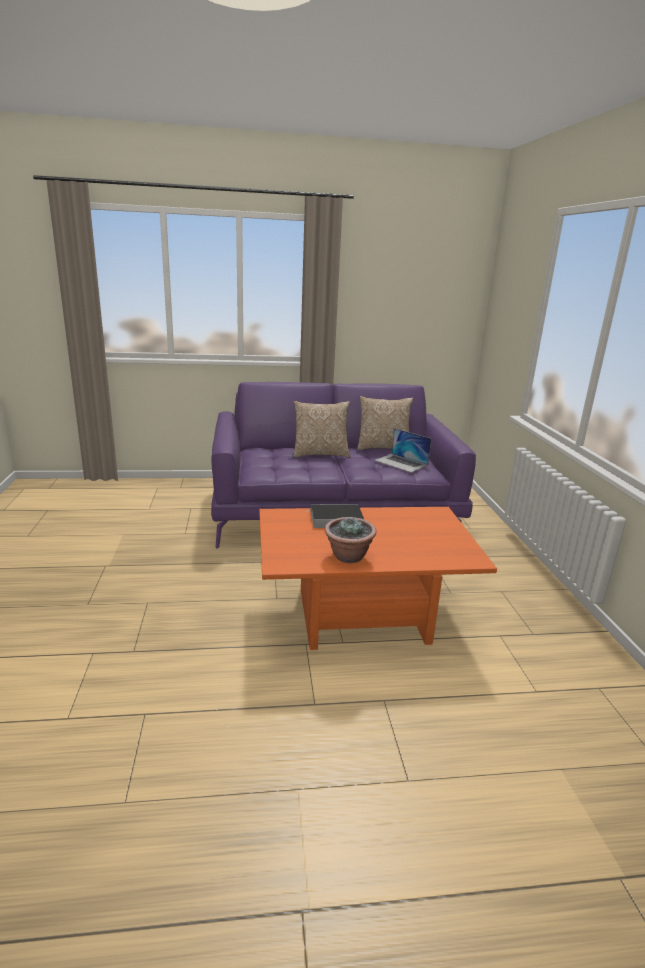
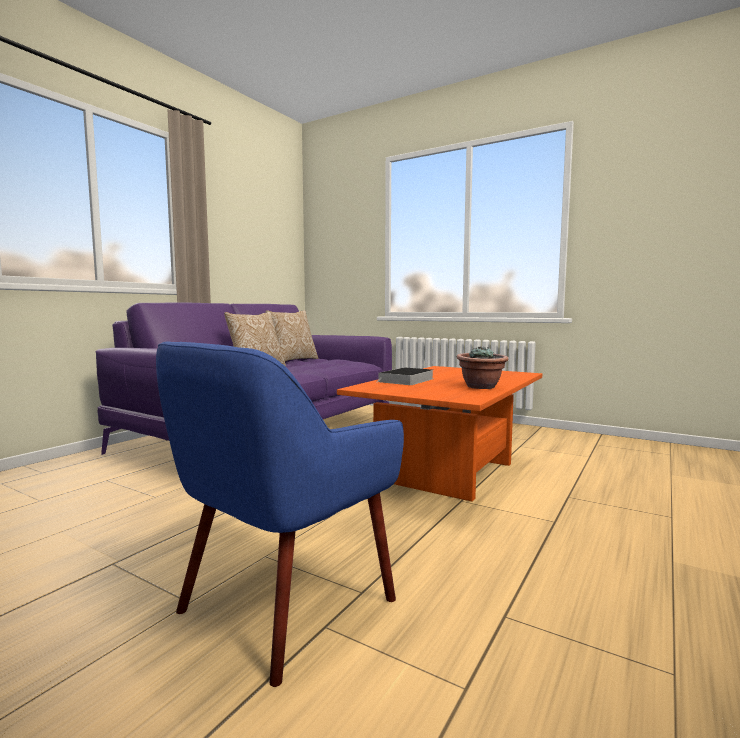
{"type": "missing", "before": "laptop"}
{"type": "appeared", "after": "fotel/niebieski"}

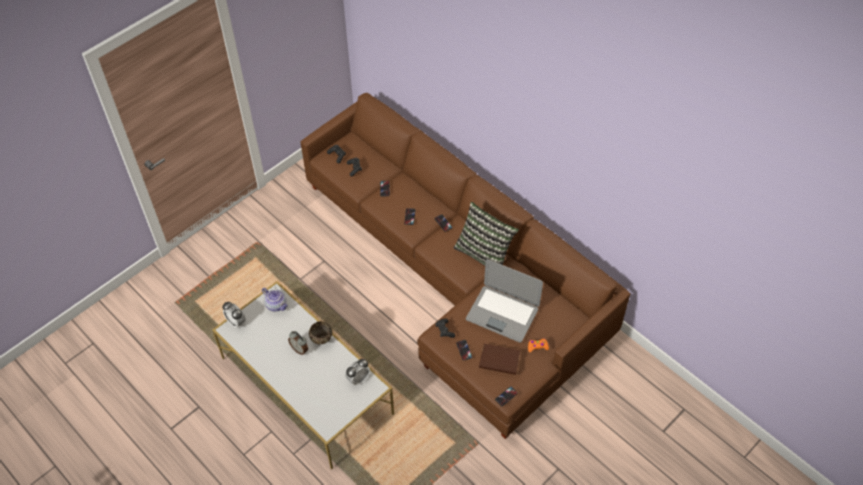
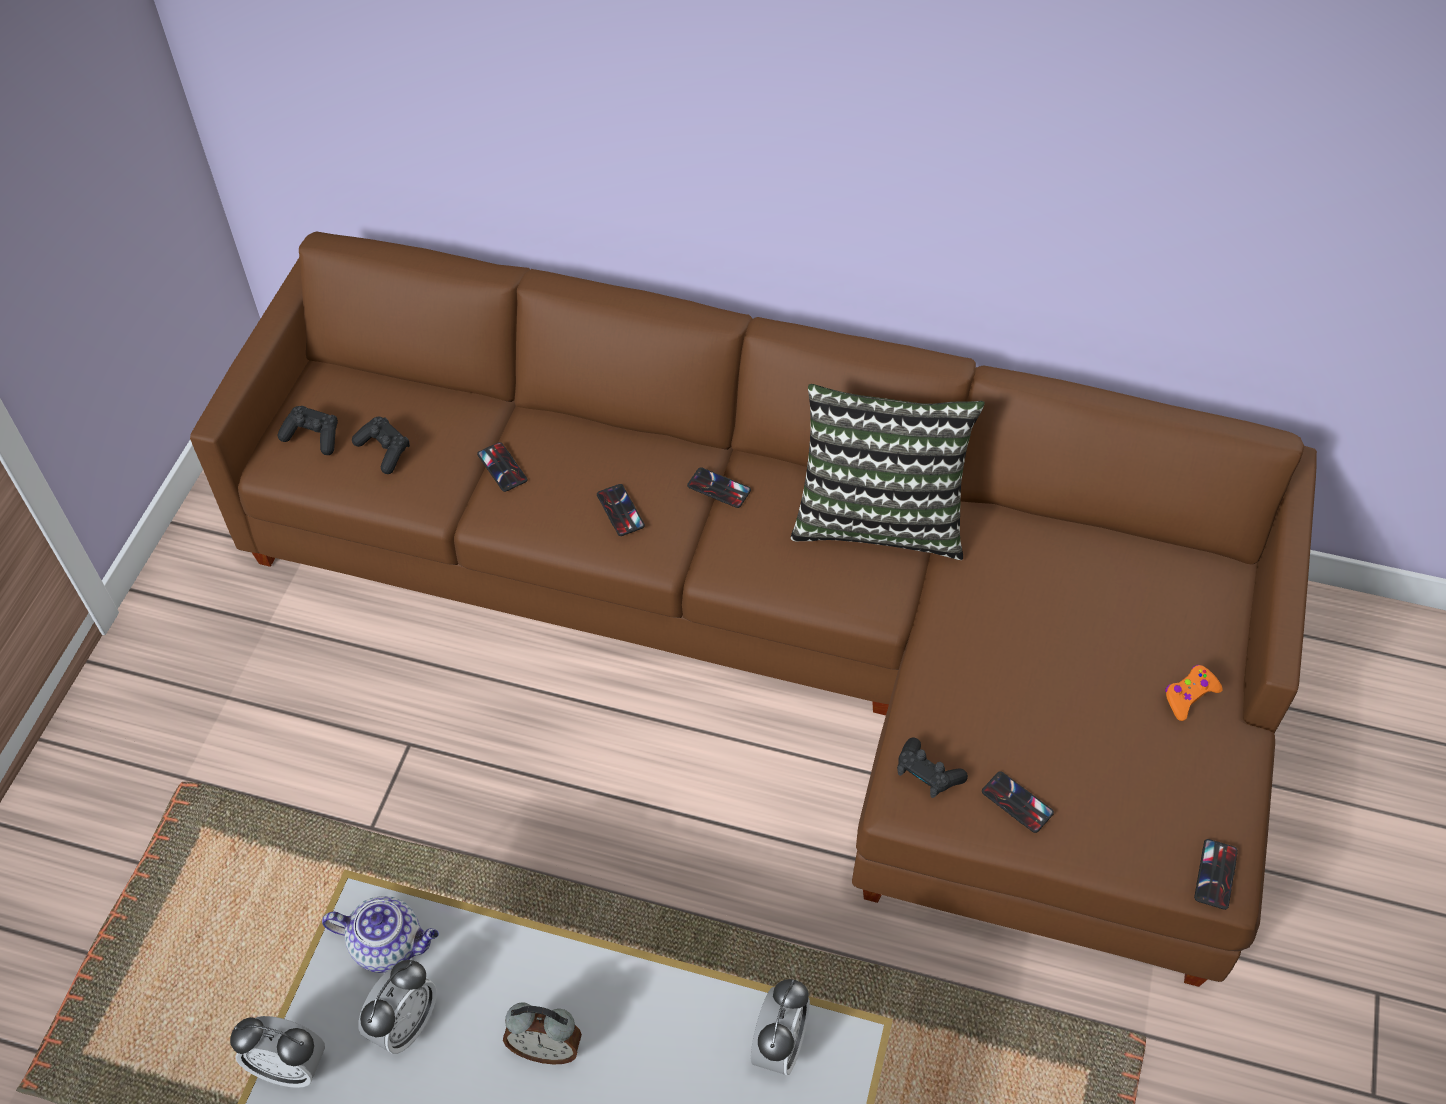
{"type": "missing", "before": "miska/brązowy"}
{"type": "missing", "before": "laptop"}
{"type": "missing", "before": "książka/brązowy"}
{"type": "appeared", "after": "budzik (no. 2 from left)"}

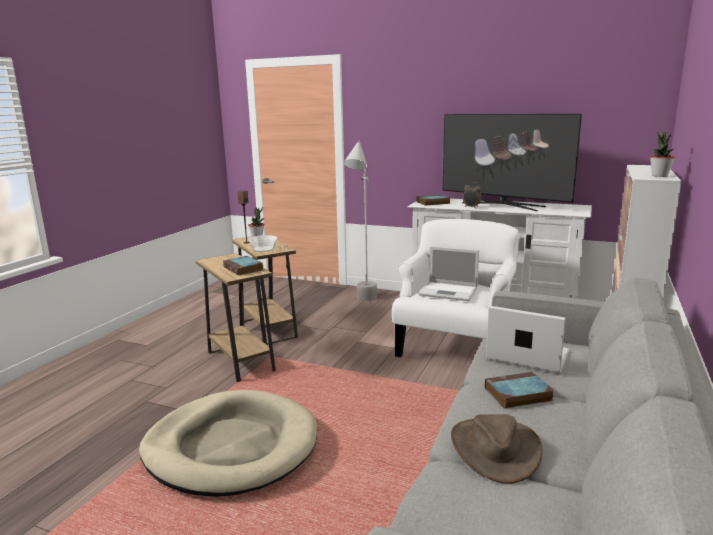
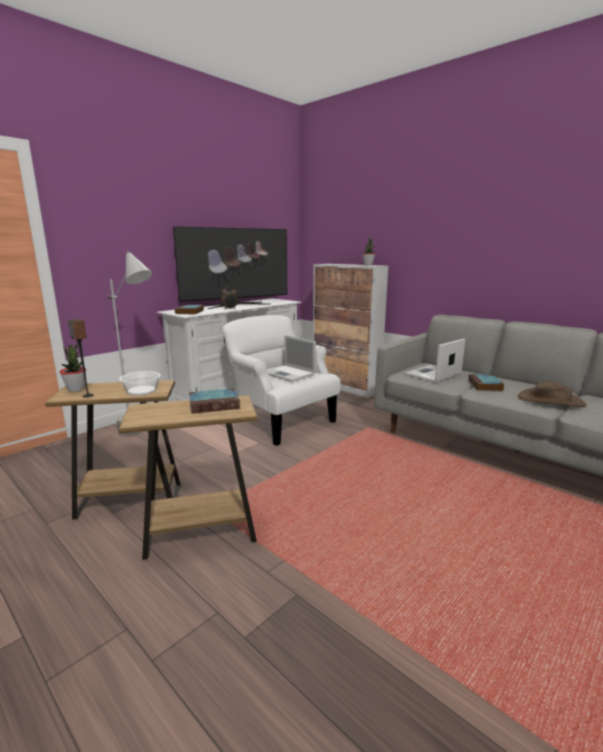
{"type": "missing", "before": "legowisko/beżowy"}
{"type": "spun", "before": "laptop (no. 1 from left)", "turn": 90}

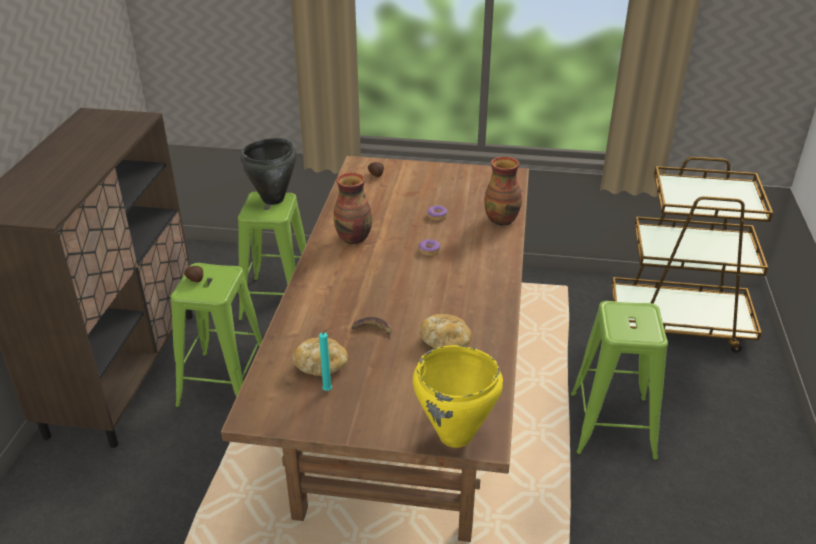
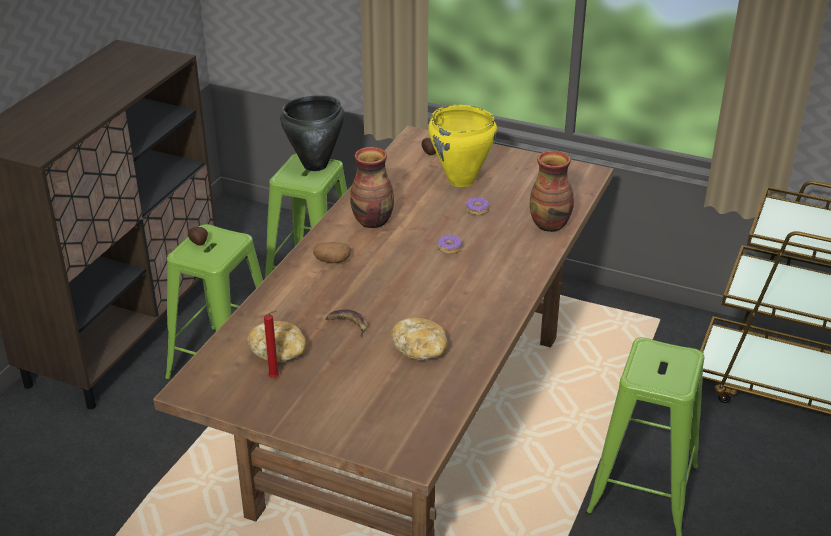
{"type": "colour", "before": "świeca/turkusowy", "after": "świeca/czerwony"}
{"type": "relocated", "before": "garnek/żółty"}
{"type": "appeared", "after": "ziemniak (no. 2 from left)"}

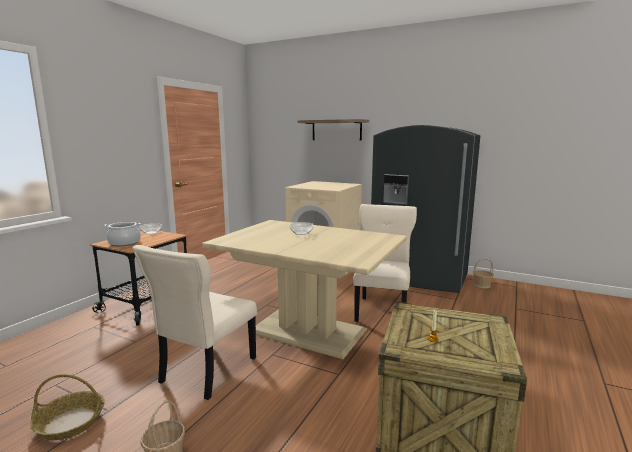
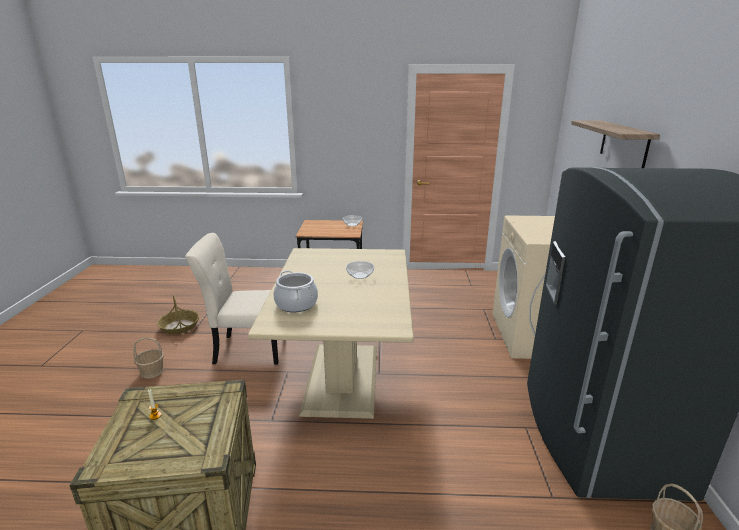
{"type": "relocated", "before": "garnek"}
{"type": "missing", "before": "krzesło/beżowy (no. 2 from left)"}

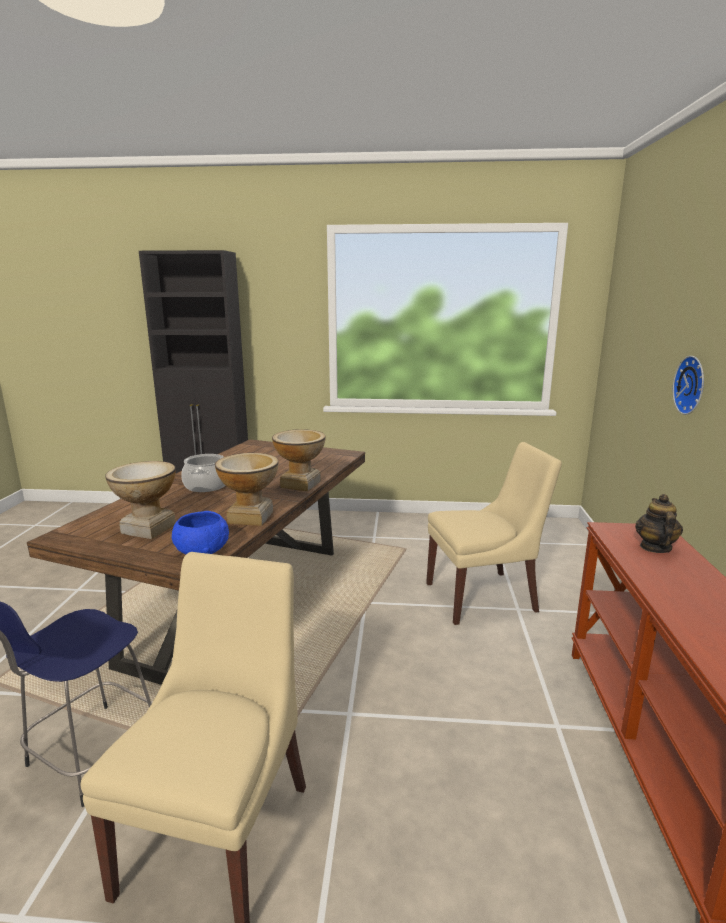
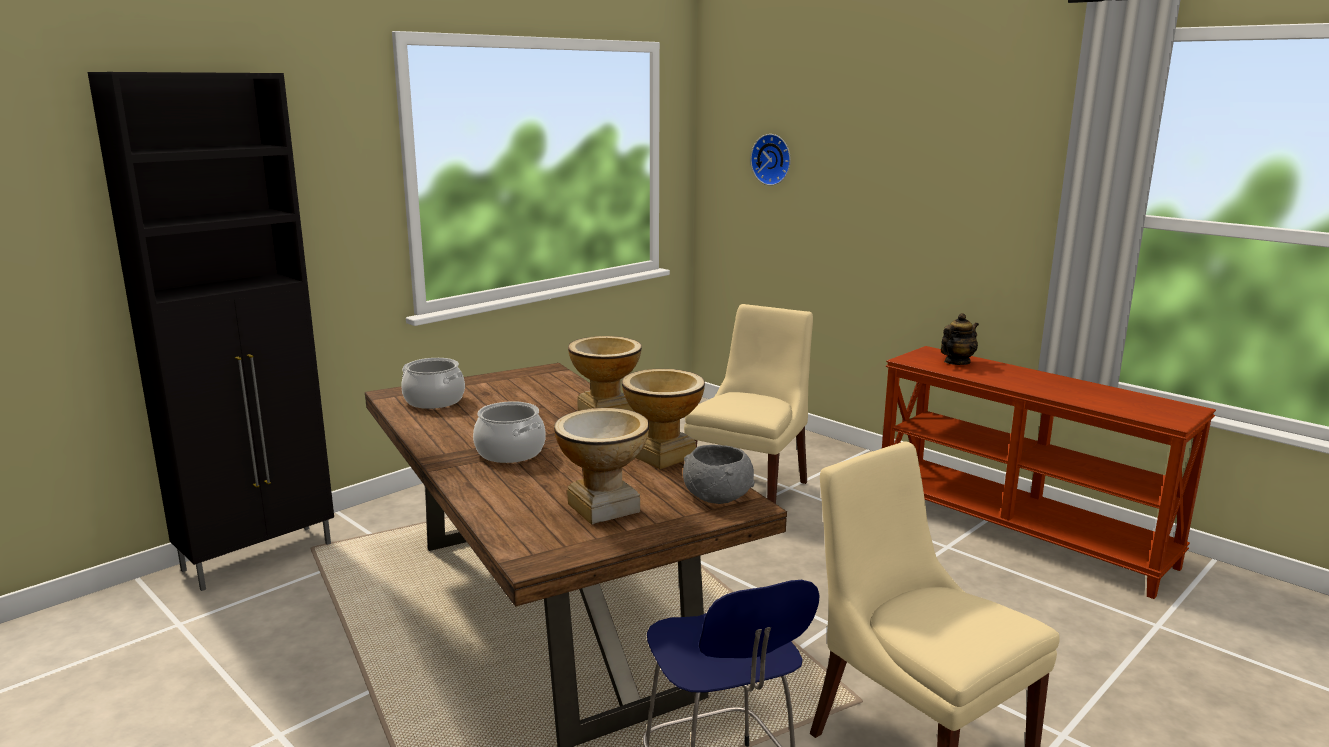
{"type": "colour", "before": "miska/niebieski", "after": "miska/szary"}
{"type": "spun", "before": "imbryk", "turn": 90}
{"type": "relocated", "before": "zegar ścienny"}
{"type": "appeared", "after": "garnek (no. 1 from left)"}

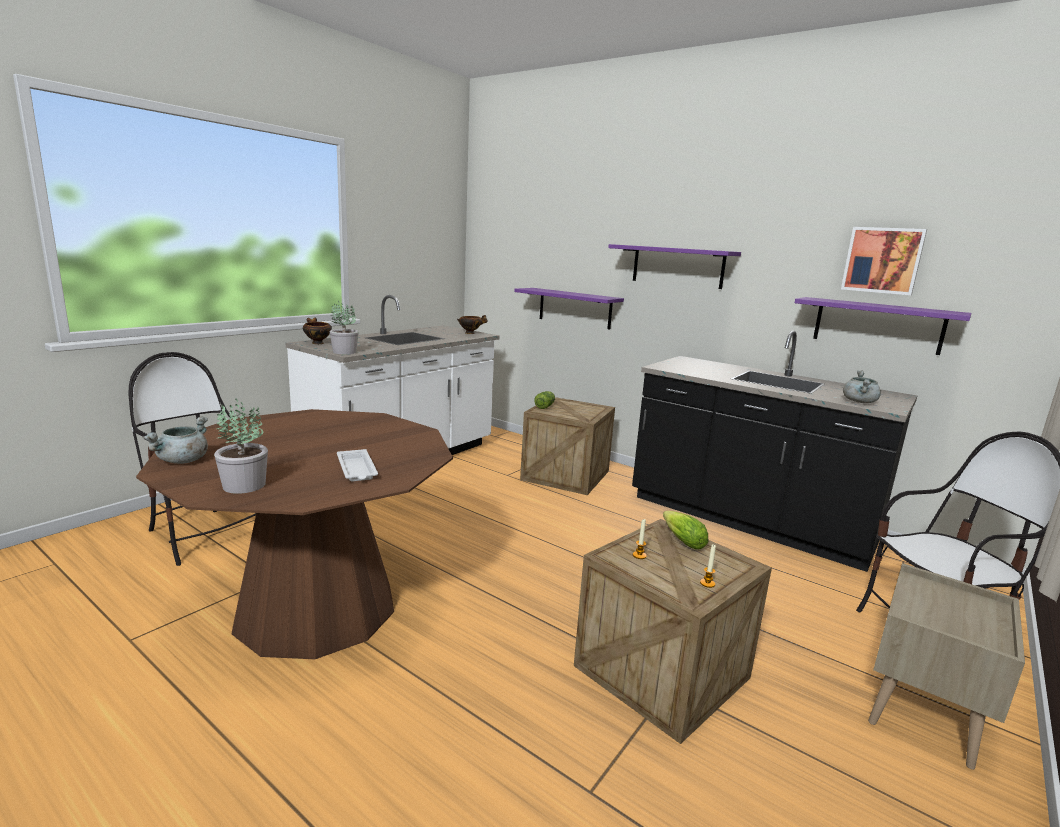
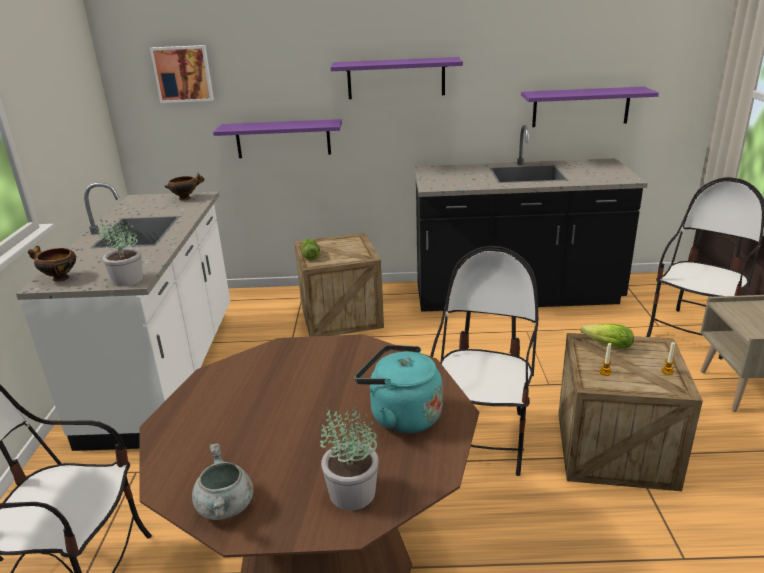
{"type": "exchanged", "before": "taca/biały", "after": "czajnik/turkusowy"}
{"type": "relocated", "before": "obraz"}
{"type": "missing", "before": "garnek/szary (no. 2 from left)"}
{"type": "appeared", "after": "krzesło (no. 2 from left)"}

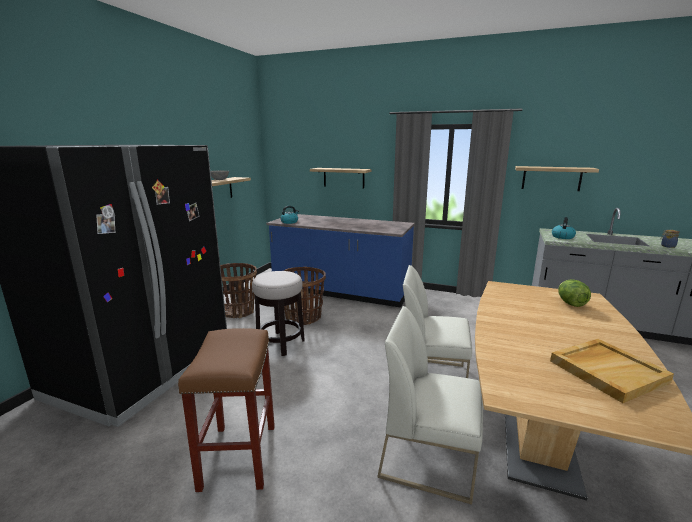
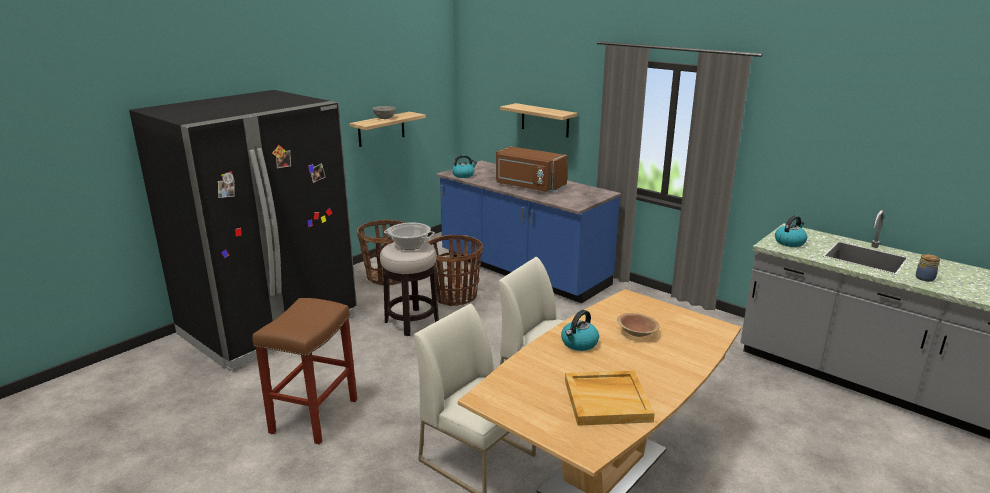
{"type": "missing", "before": "półka (no. 3 from left)"}
{"type": "missing", "before": "sałata"}
{"type": "appeared", "after": "garnek"}
{"type": "appeared", "after": "mikrofalówka/brązowy"}
{"type": "appeared", "after": "czajnik (no. 2 from left)"}
{"type": "appeared", "after": "miska/brązowy"}

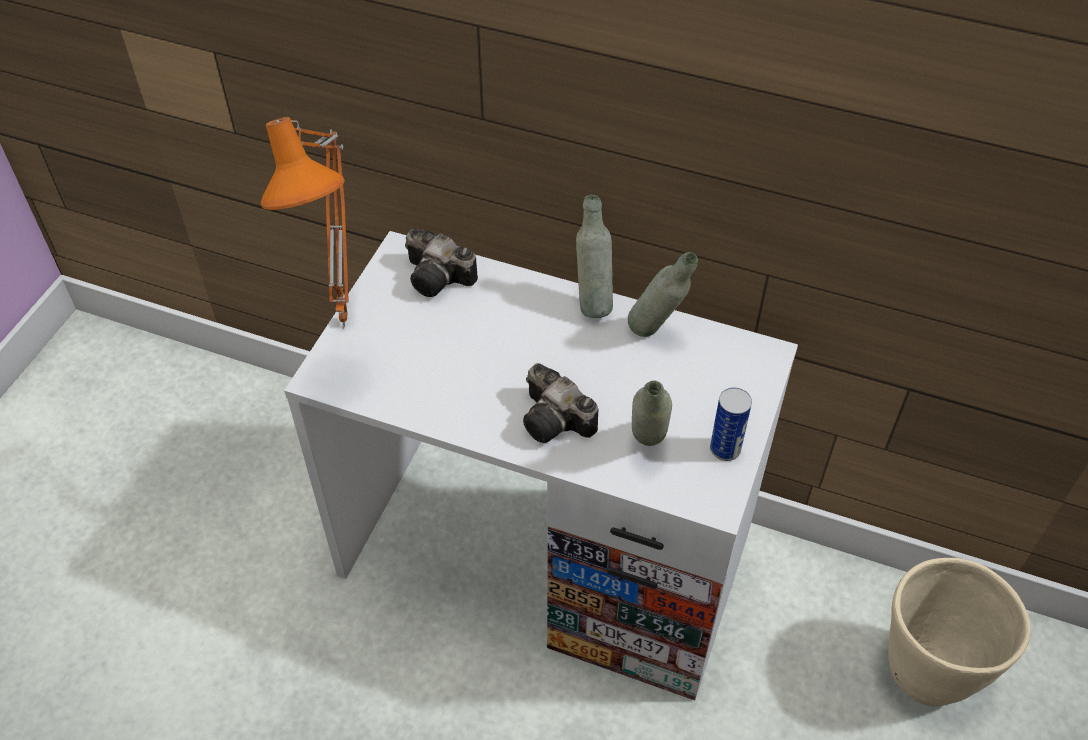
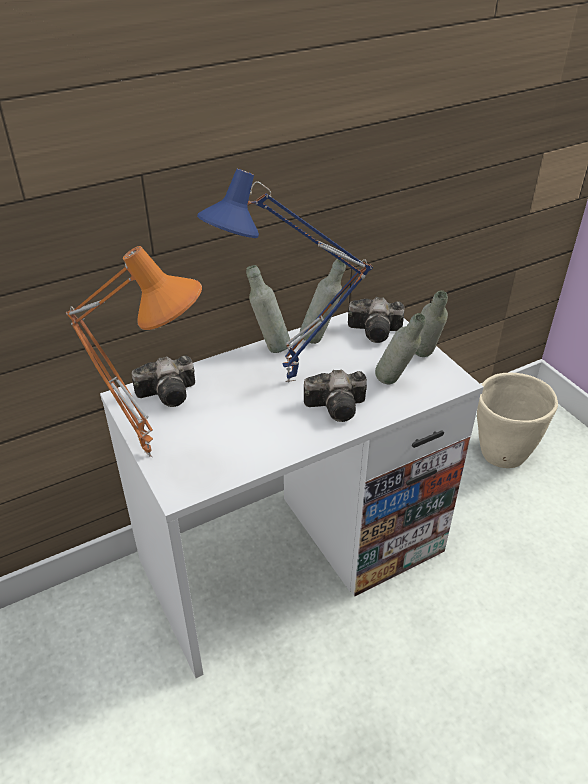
{"type": "exchanged", "before": "puszka", "after": "butelka/szary (no. 4 from left)"}
{"type": "appeared", "after": "lampa stołowa/niebieski"}
{"type": "appeared", "after": "aparat fotograficzny (no. 3 from left)"}

